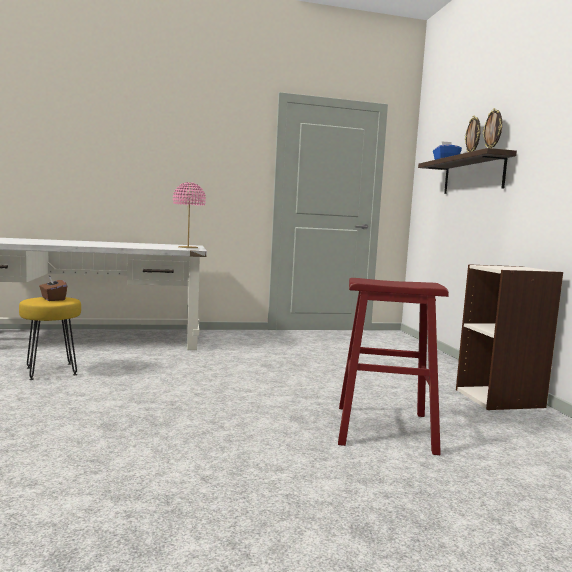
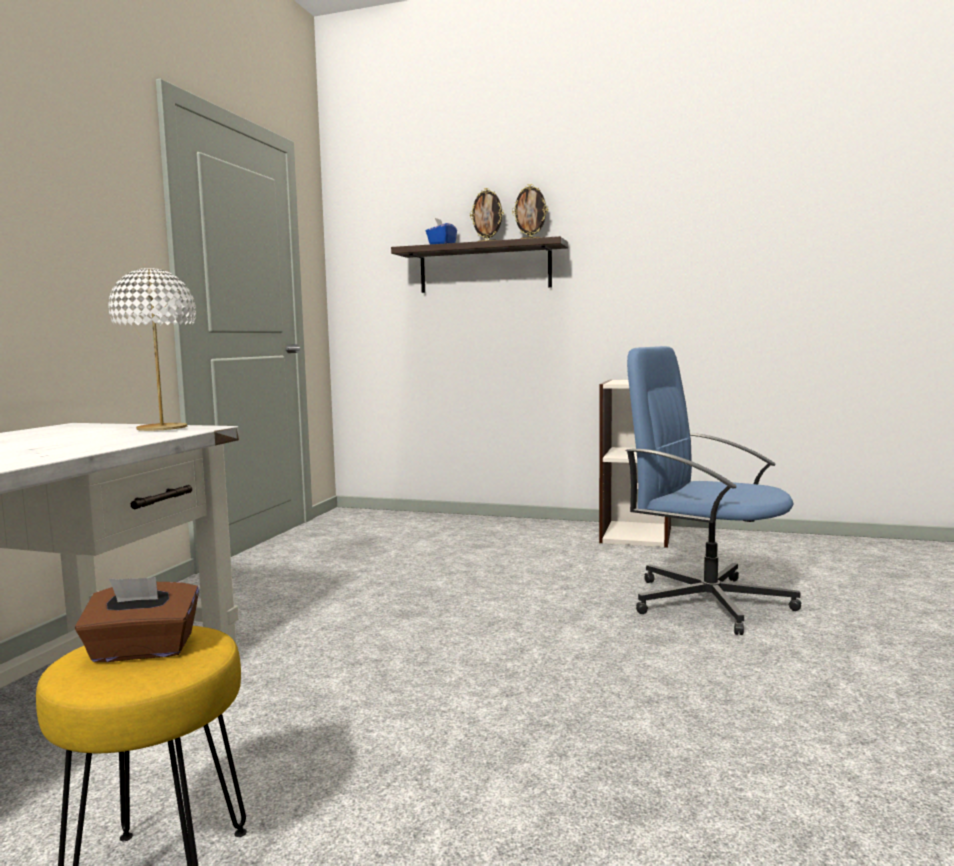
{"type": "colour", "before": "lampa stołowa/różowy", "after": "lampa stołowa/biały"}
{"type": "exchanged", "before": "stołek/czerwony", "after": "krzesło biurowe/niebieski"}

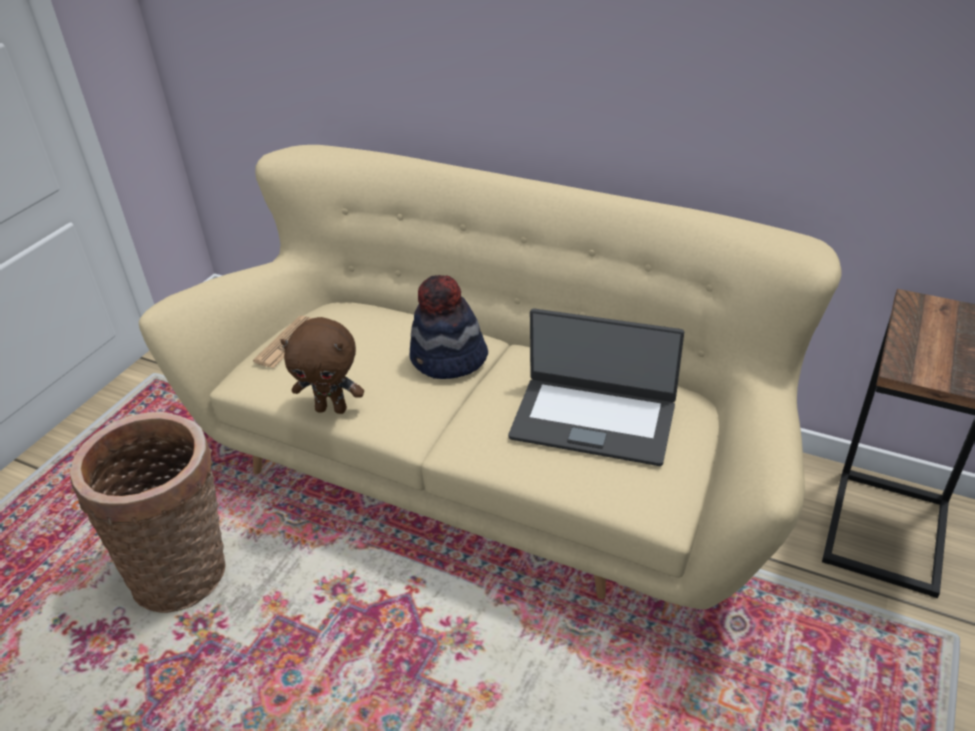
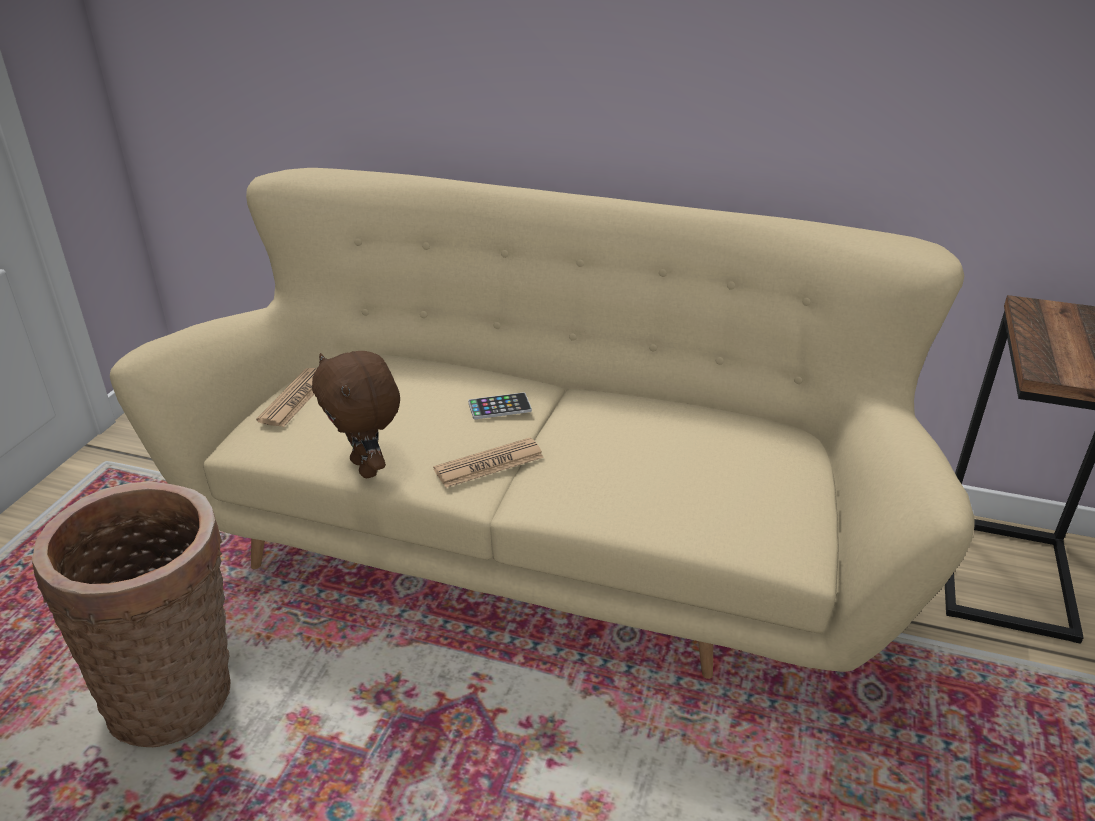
{"type": "spun", "before": "pluszak/brązowy", "turn": 60}
{"type": "exchanged", "before": "kapelusz", "after": "telefon"}
{"type": "missing", "before": "laptop"}
{"type": "appeared", "after": "gazeta (no. 2 from left)"}

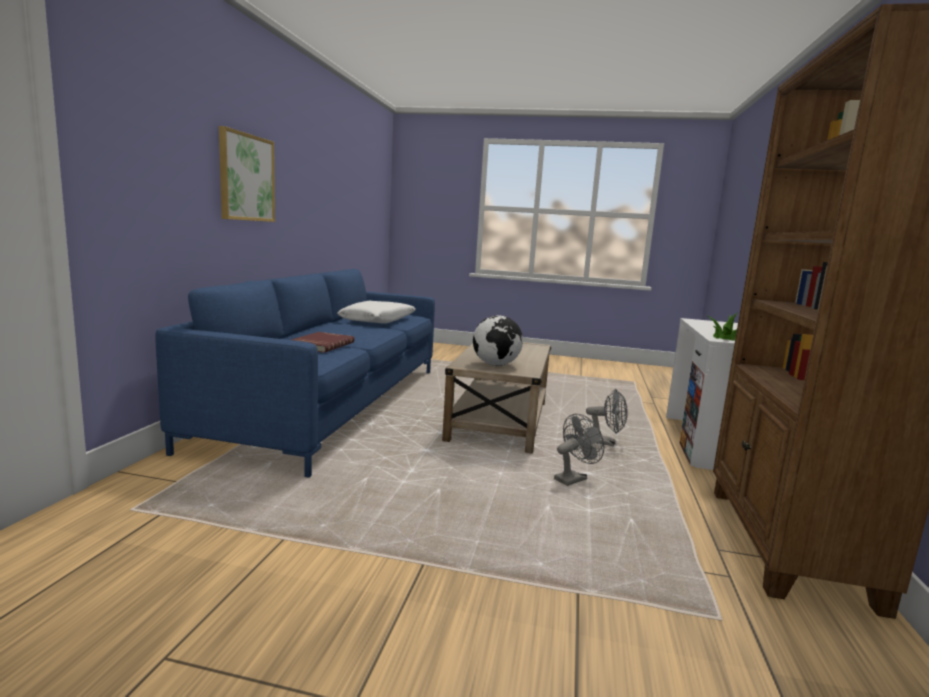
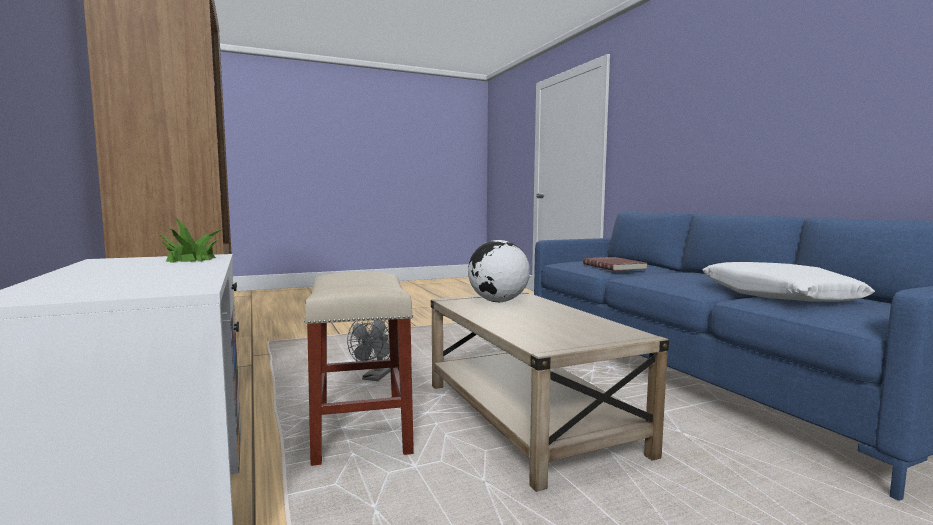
{"type": "missing", "before": "obraz"}
{"type": "exchanged", "before": "wentylator/szary (no. 2 from left)", "after": "stołek/beżowy"}

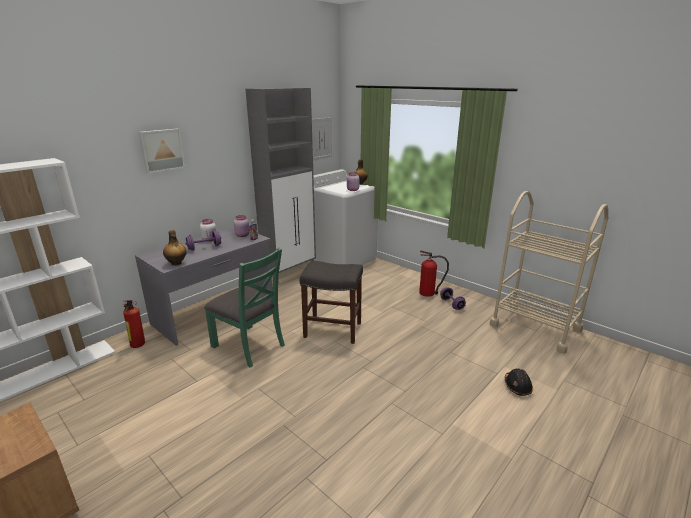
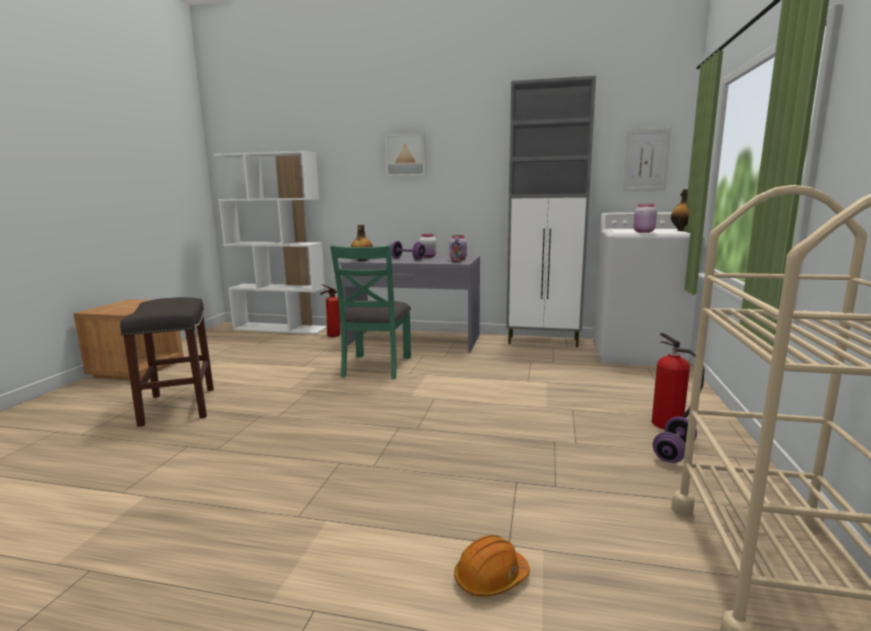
{"type": "relocated", "before": "stołek/szary"}
{"type": "colour", "before": "kask/czarny", "after": "kask/pomarańczowy"}

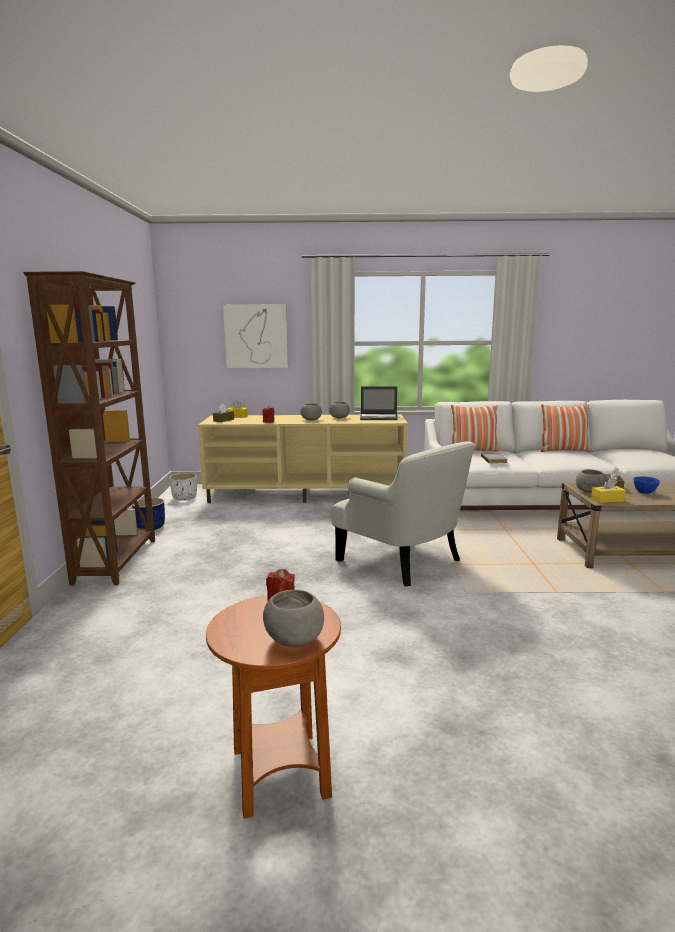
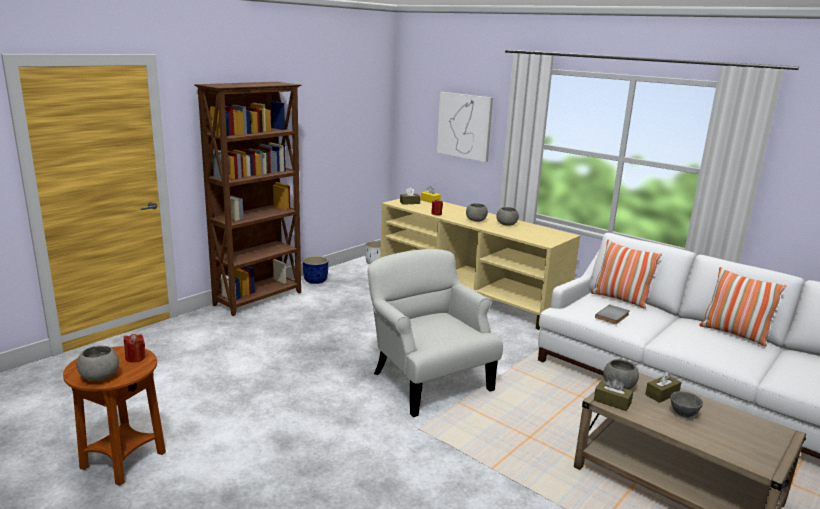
{"type": "spun", "before": "fotel/biały", "turn": 150}
{"type": "missing", "before": "laptop"}
{"type": "colour", "before": "pudełko chusteczek/żółty (no. 2 from left)", "after": "pudełko chusteczek/brązowy (no. 2 from left)"}
{"type": "colour", "before": "miska/niebieski", "after": "miska/szary (no. 5 from left)"}

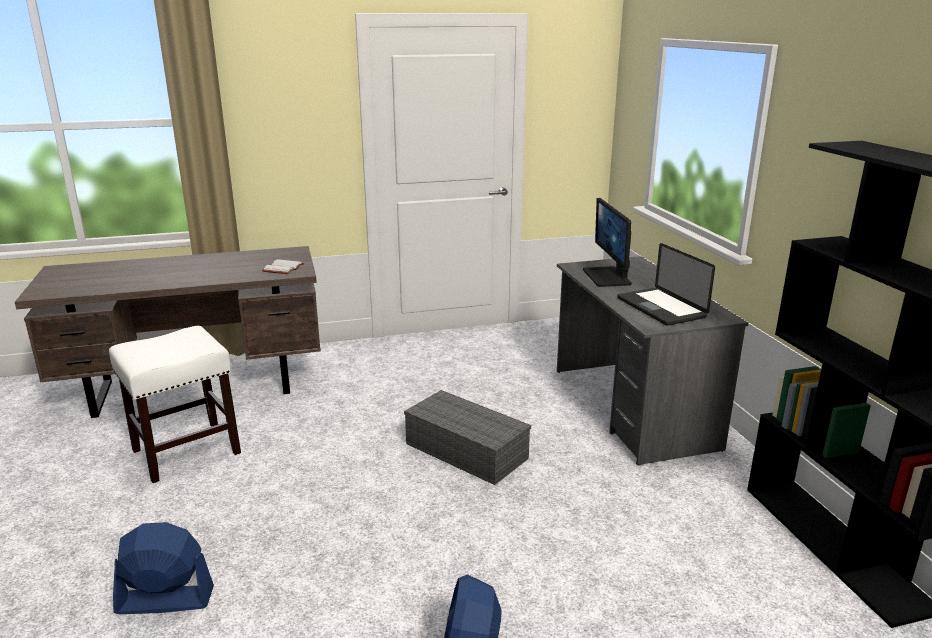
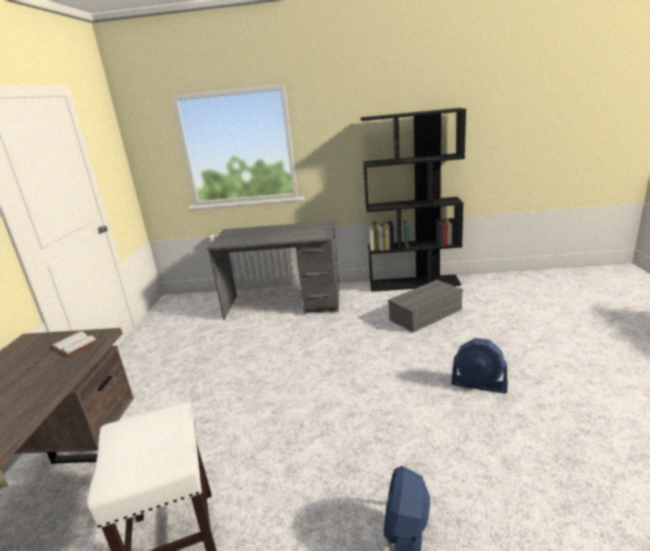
{"type": "relocated", "before": "pojemnik do przechowywania/szary"}
{"type": "missing", "before": "monitor"}
{"type": "missing", "before": "laptop"}

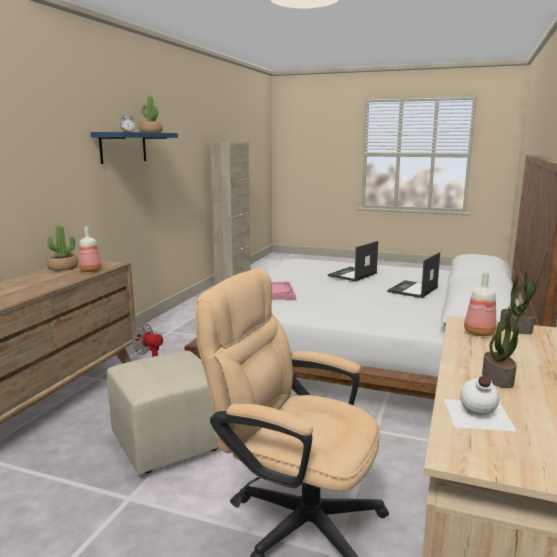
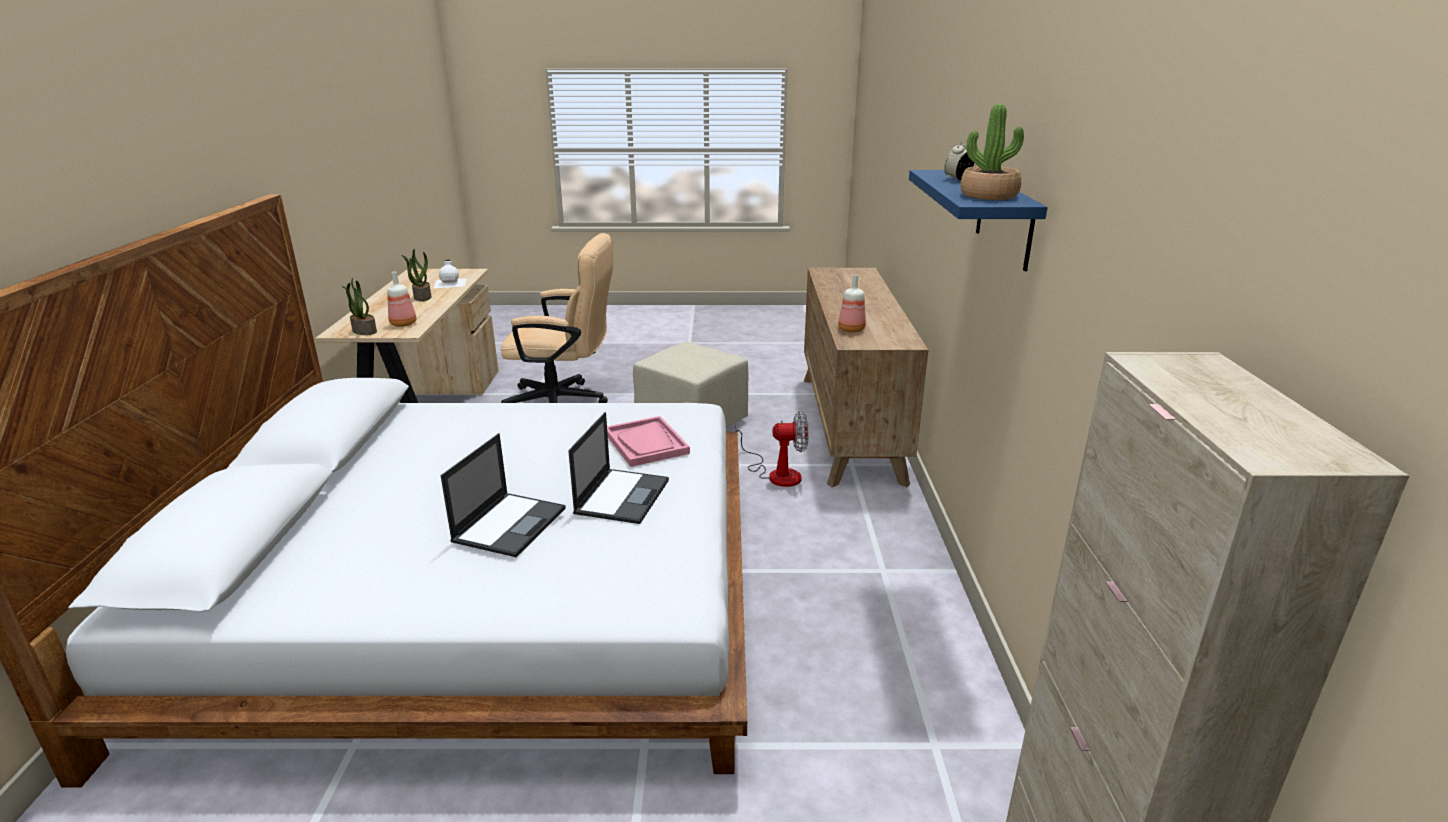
{"type": "missing", "before": "roślina doniczkowa (no. 1 from left)"}
{"type": "relocated", "before": "laptop (no. 2 from left)"}

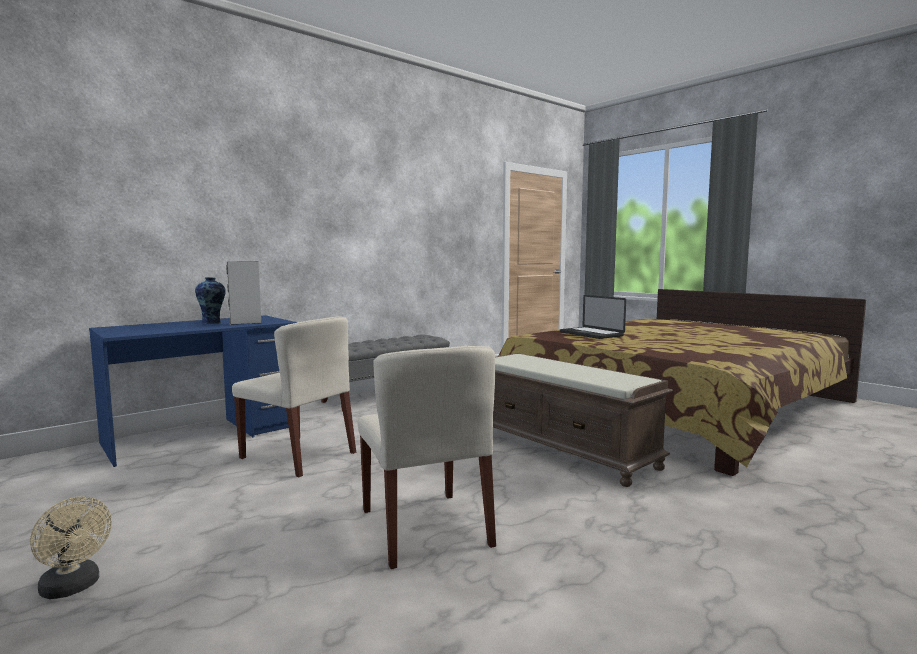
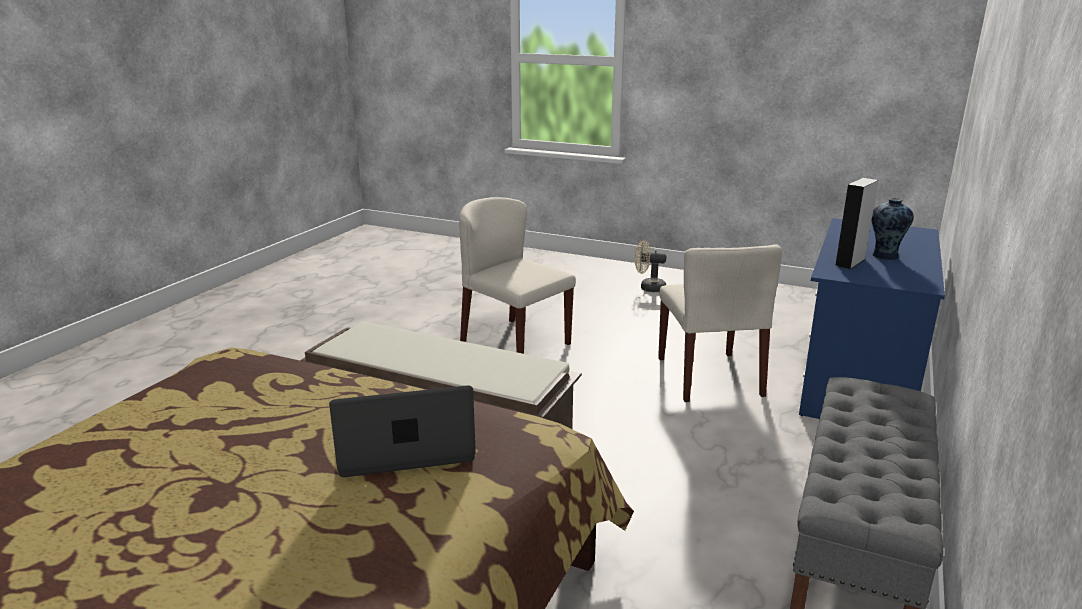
{"type": "spun", "before": "krzesło/beżowy (no. 1 from left in the first image)", "turn": -105}
{"type": "spun", "before": "laptop", "turn": -45}

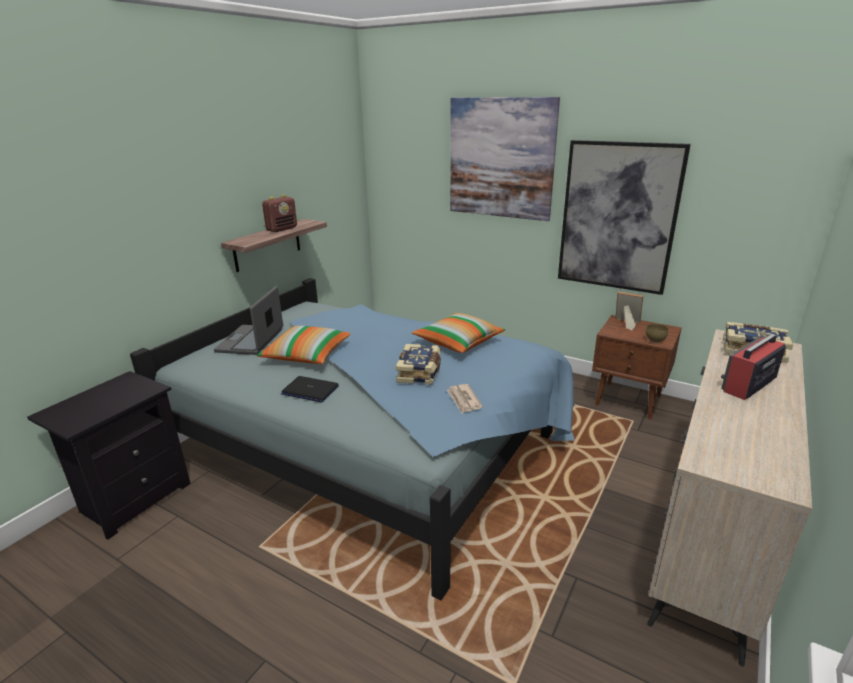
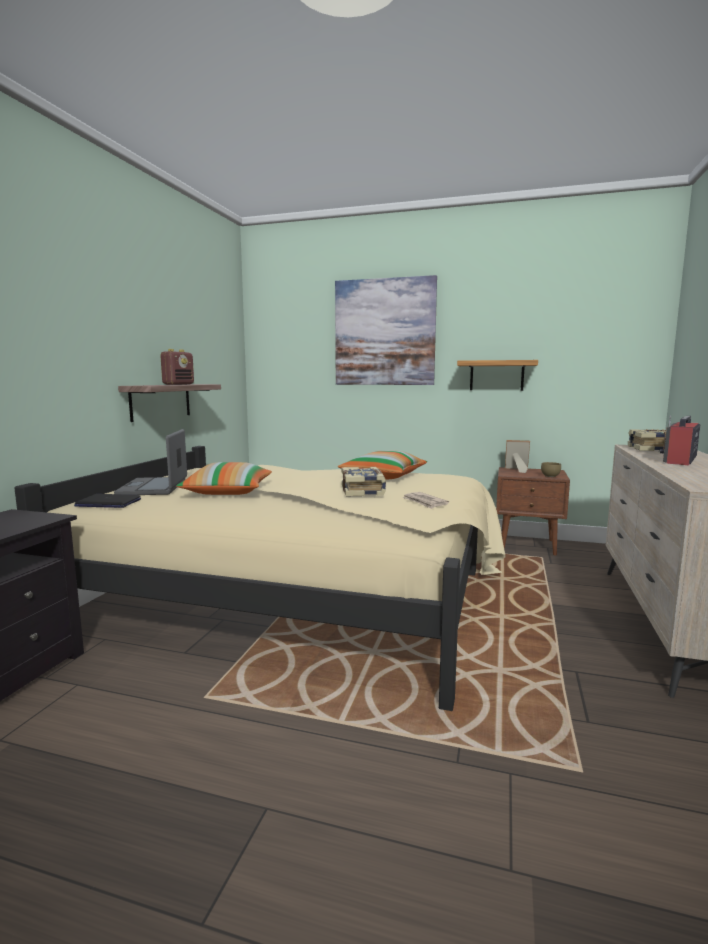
{"type": "colour", "before": "łóżko/niebieski", "after": "łóżko/beżowy"}
{"type": "relocated", "before": "laptop (no. 2 from left in the first image)", "after": "laptop (no. 1 from left)"}
{"type": "exchanged", "before": "obraz (no. 2 from left)", "after": "półka (no. 2 from left)"}

